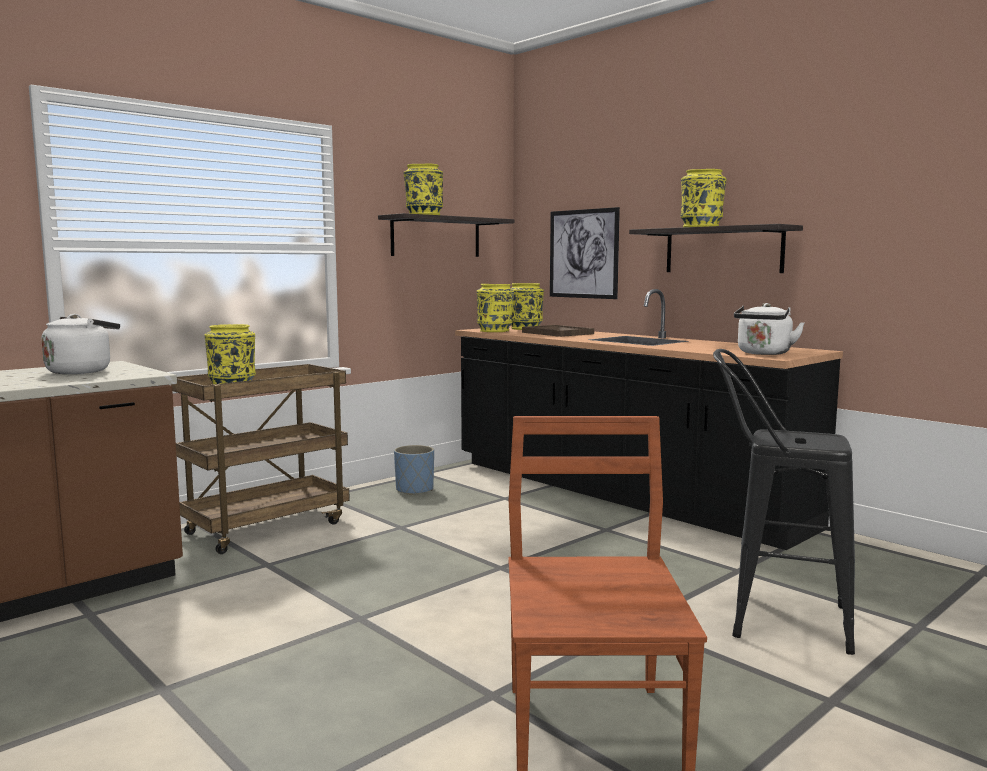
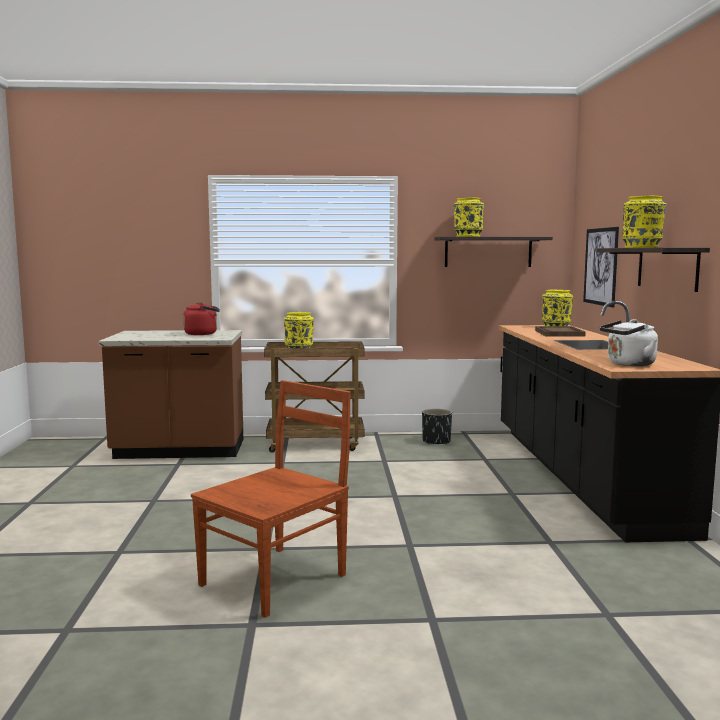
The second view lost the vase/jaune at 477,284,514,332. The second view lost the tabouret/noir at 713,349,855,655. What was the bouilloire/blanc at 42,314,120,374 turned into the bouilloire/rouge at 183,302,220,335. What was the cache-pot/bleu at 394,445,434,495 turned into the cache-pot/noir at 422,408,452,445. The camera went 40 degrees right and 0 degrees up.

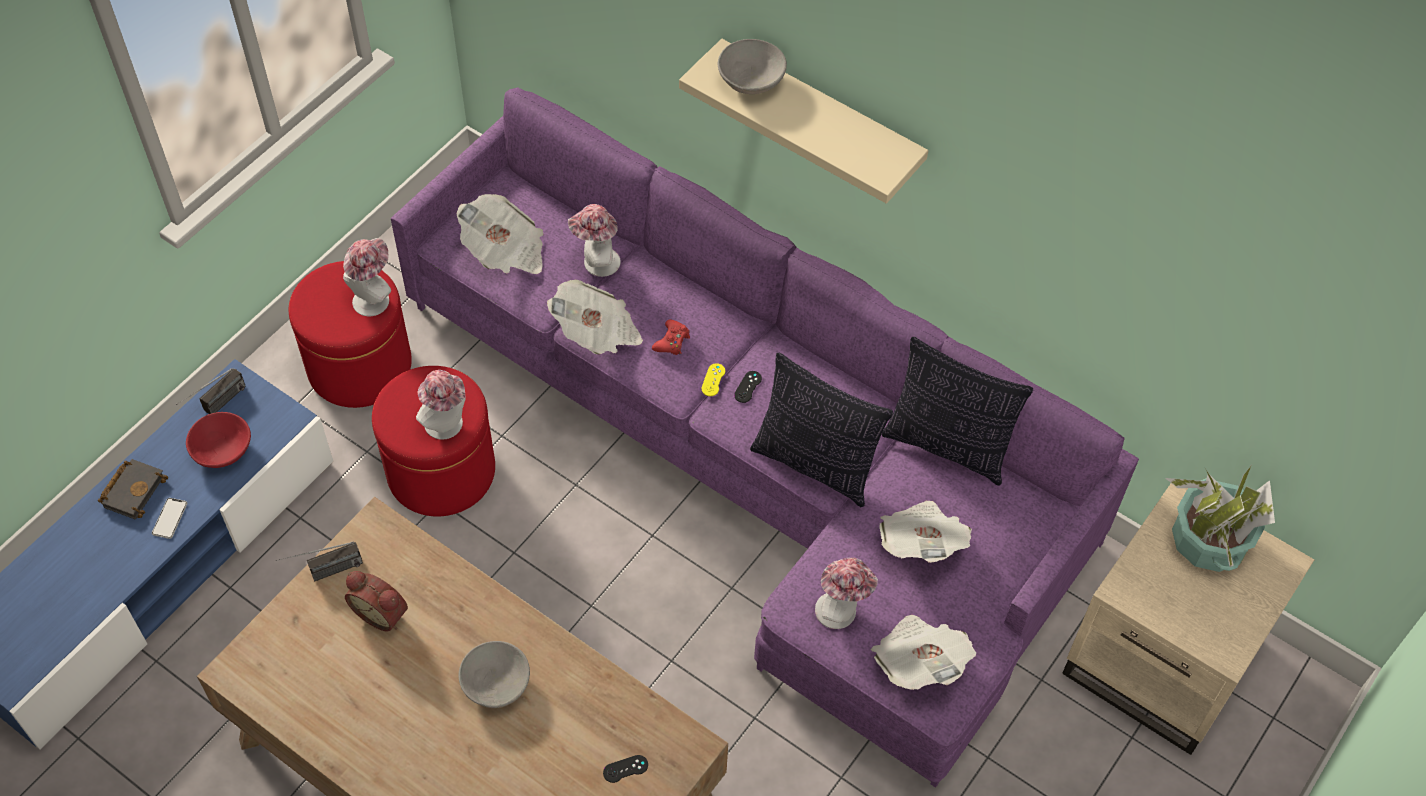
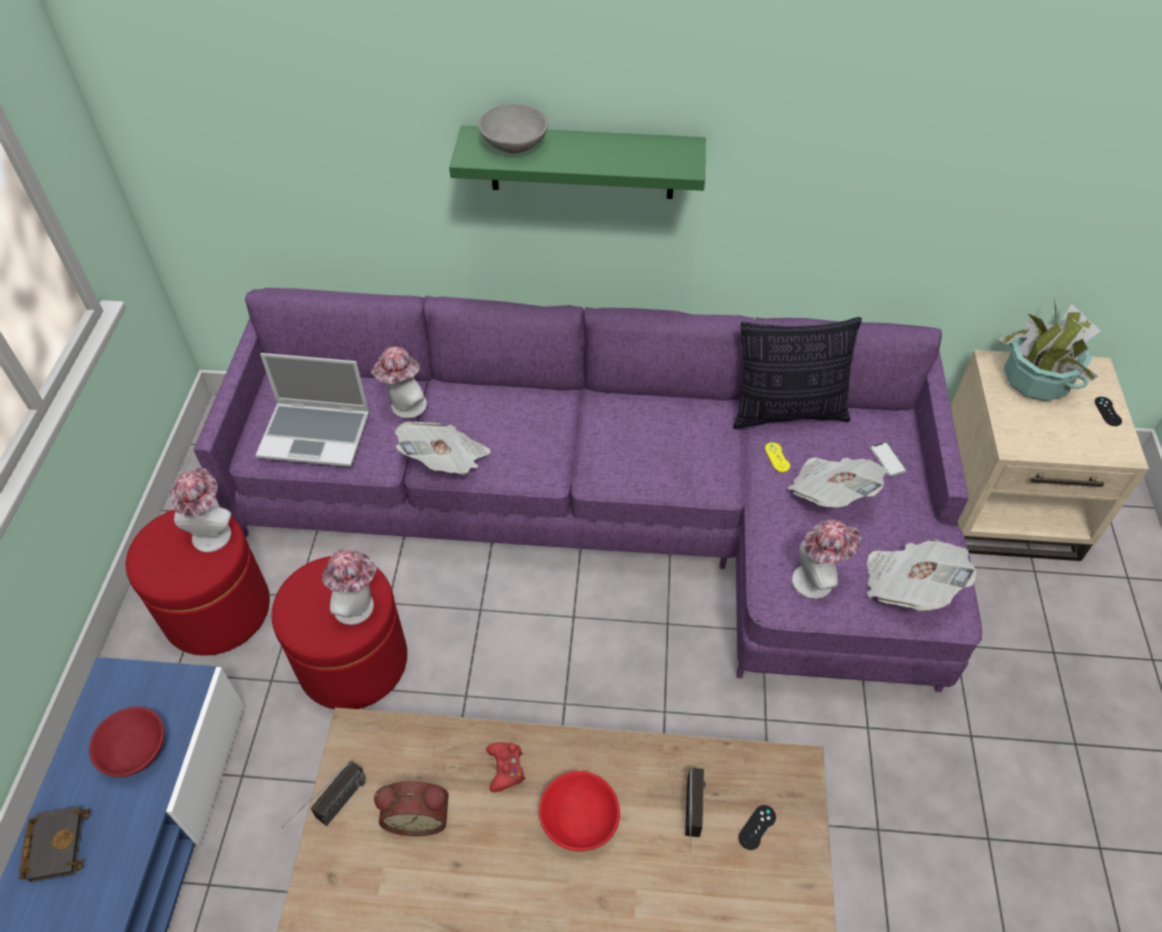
The second view lost the coussin at 750,352,893,508. The téléphone ended up elsewhere, having gone from 152,498,187,539 to 870,442,907,477. The radio ended up elsewhere, having gone from 176,368,245,414 to 685,768,706,852. The manette/rouge ended up elsewhere, having gone from 652,319,690,355 to 486,743,525,792. The manette/jaune ended up elsewhere, having gone from 701,363,725,396 to 765,442,790,472. The manette/noir ended up elsewhere, having gone from 734,371,762,403 to 1095,397,1122,426. Where the journal stood at 457,194,543,274, the ordinateur portable came to stand at 255,353,370,467. What was the bol/gris at 458,641,530,708 turned into the bol/rouge at 539,771,620,851. What was the étagère/beige at 679,39,928,204 turned into the étagère/vert at 449,126,706,199. The camera went 30 degrees left and 5 degrees down.

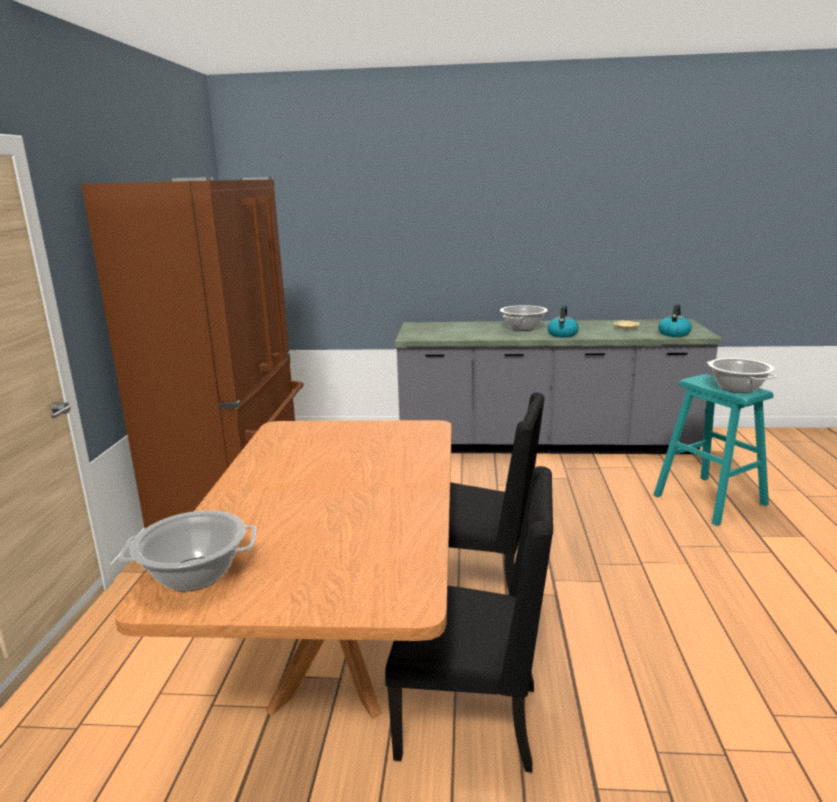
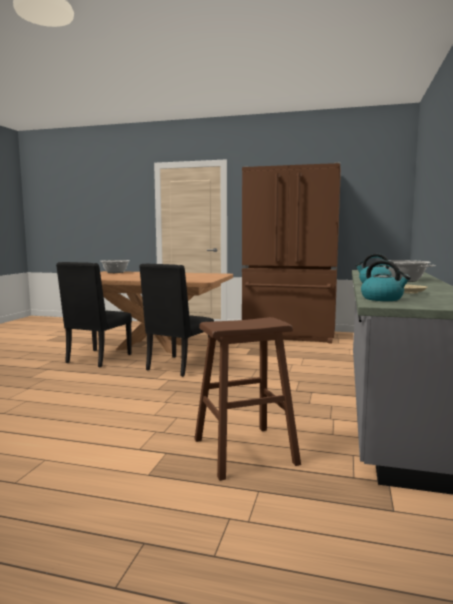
The second view lost the marmite at 707,358,777,393. What was the tabouret/turquoise at 653,374,774,526 turned into the tabouret/marron at 195,317,301,481. The camera went 100 degrees right and 10 degrees down.

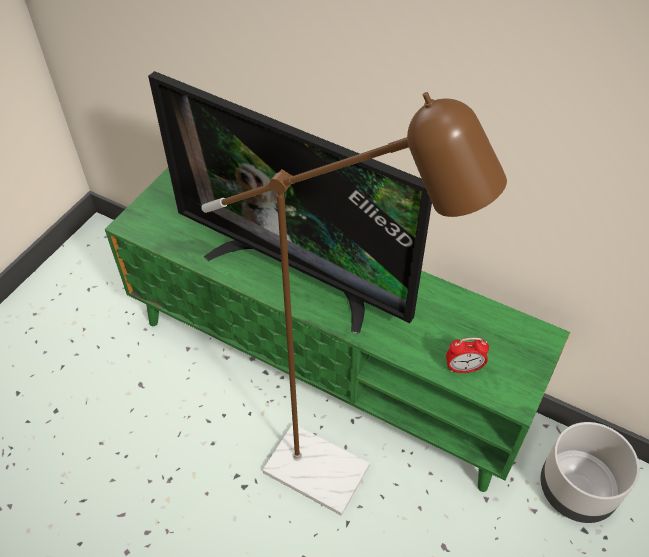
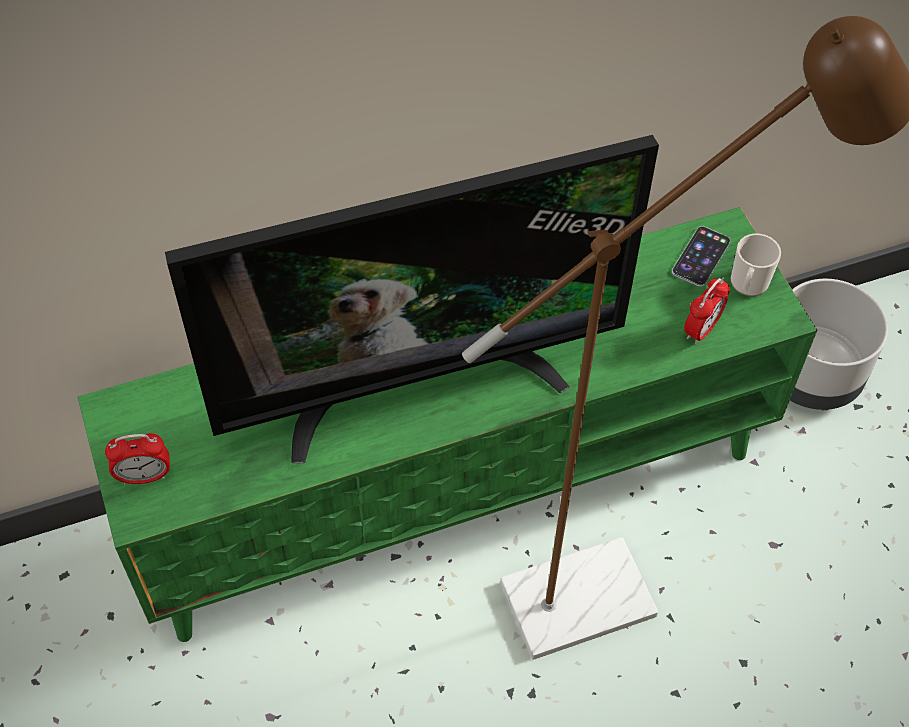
The second view gained the réveil at 105,433,170,485. The second view gained the téléphone at 672,226,730,287. The second view gained the mug at 731,233,781,296. The camera went 50 degrees left and 5 degrees up.

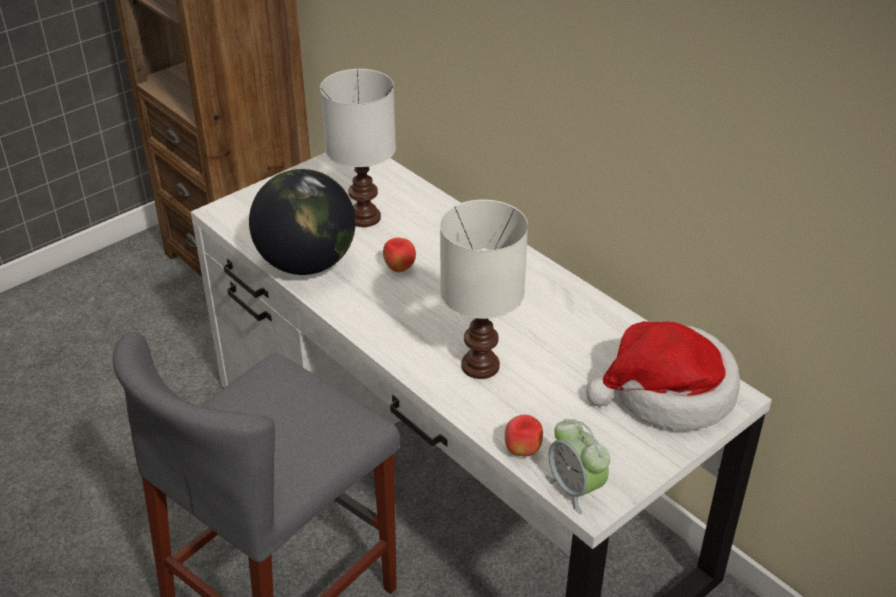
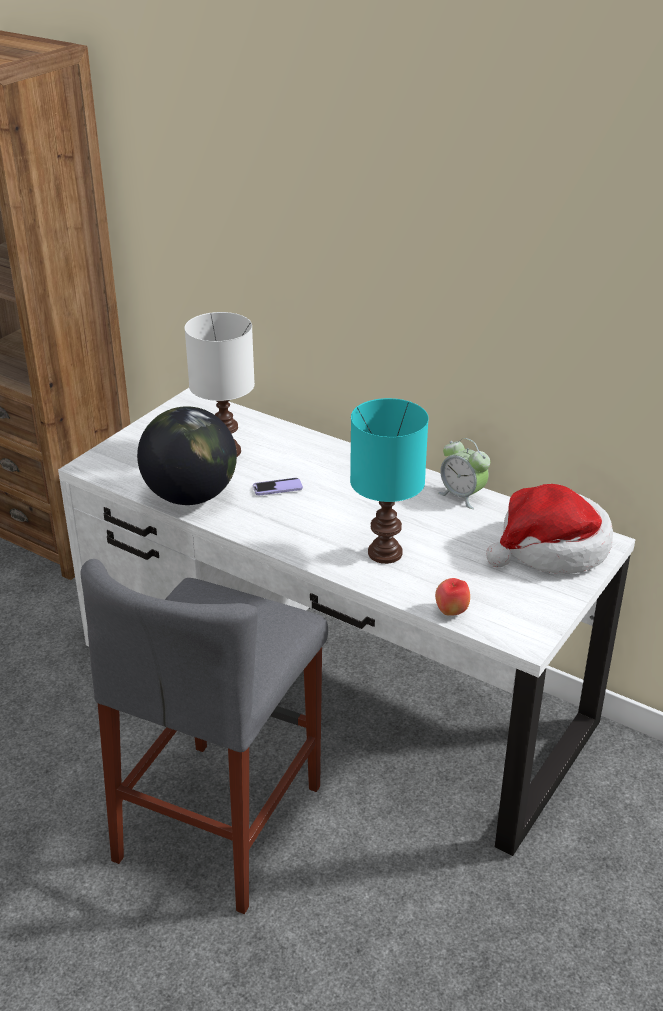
The réveil ended up elsewhere, having gone from 545,419,610,514 to 438,438,490,509. Where the pomme stood at 383,237,416,272, the téléphone came to stand at 253,478,303,495. What was the lampe de table/blanc at 440,200,528,379 turned into the lampe de table/turquoise at 350,398,429,564. The camera went 15 degrees left and 5 degrees down.

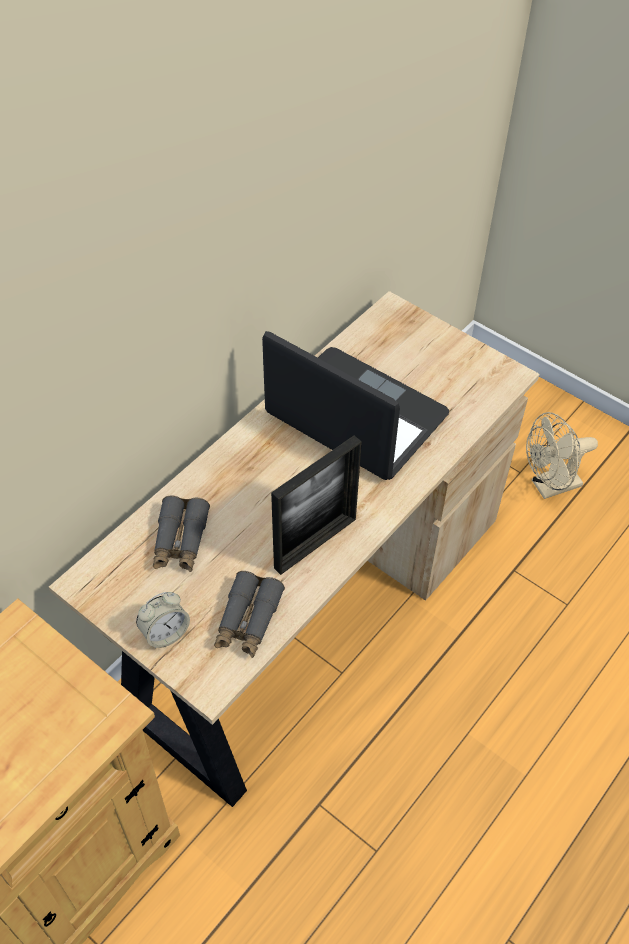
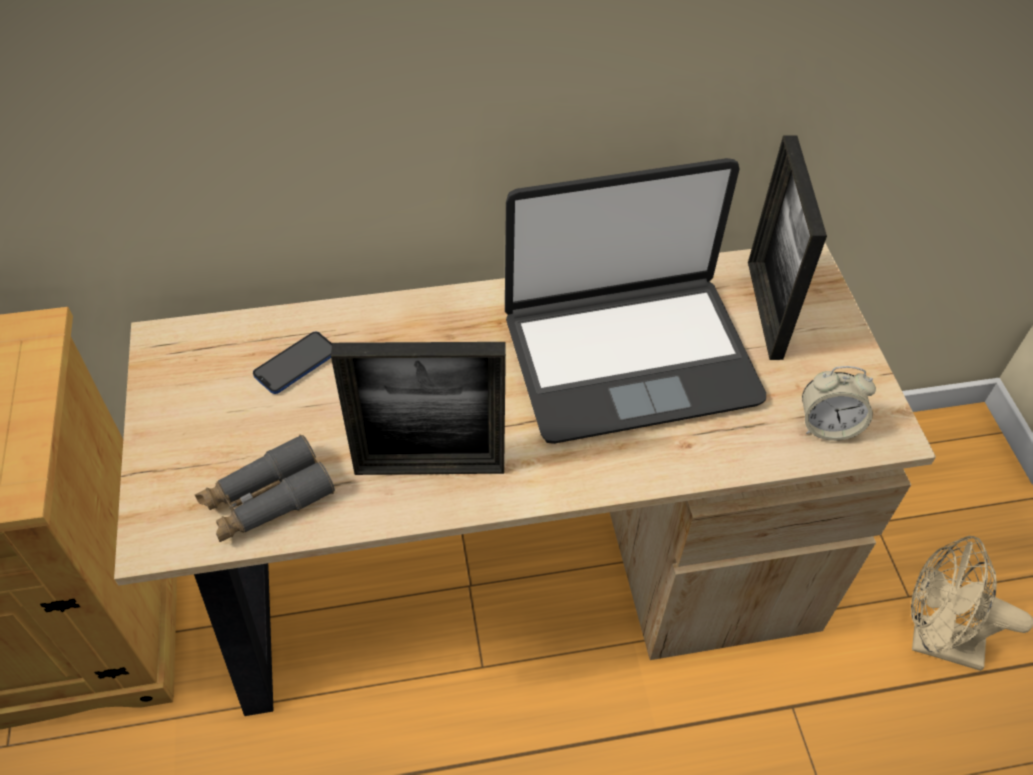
The second view gained the cadre photo at 748,136,827,360. The réveil ended up elsewhere, having gone from 136,592,190,649 to 802,366,876,441. Where the jumelles/gris stood at 153,495,210,572, the téléphone came to stand at 253,332,332,394. The ordinateur portable at 262,331,449,480 ended up facing another way, 90 degrees clockwise from before. The camera went 40 degrees right and 0 degrees up.

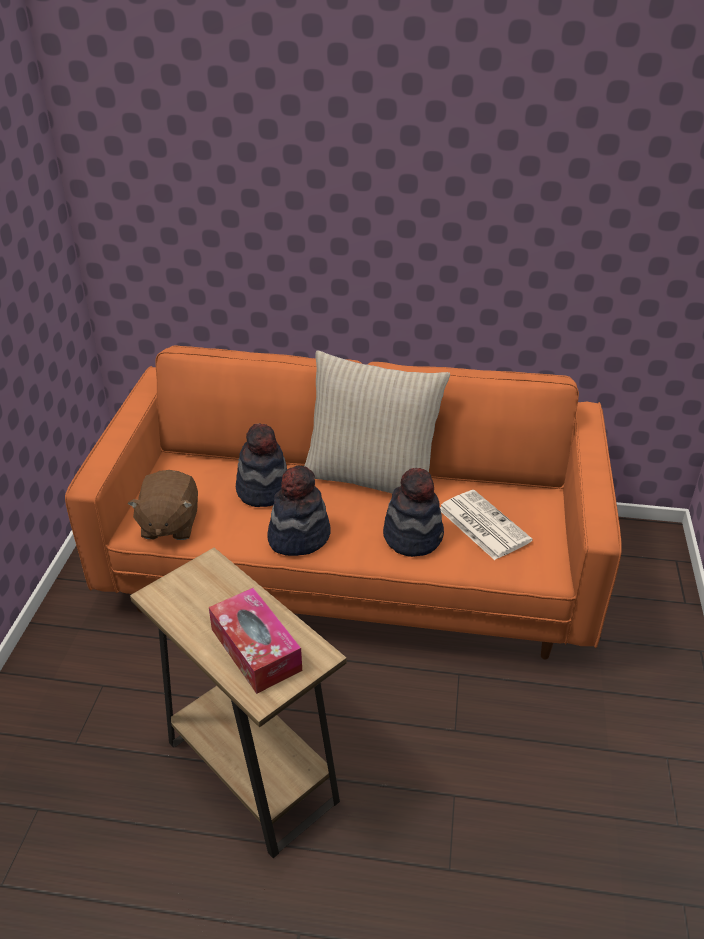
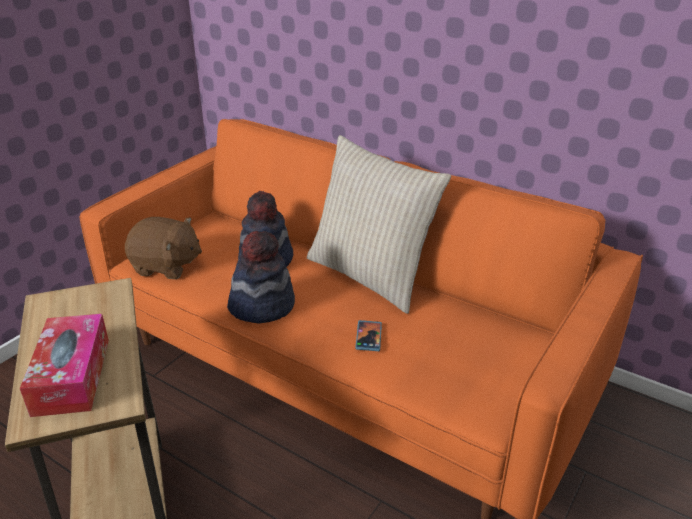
The second view lost the journal at 440,490,533,560. Where the chapeau stood at 383,468,444,557, the téléphone came to stand at 355,320,382,351. The peluche/marron at 128,470,198,540 ended up facing another way, 105 degrees counterclockwise from before. The camera went 25 degrees right and 5 degrees down.

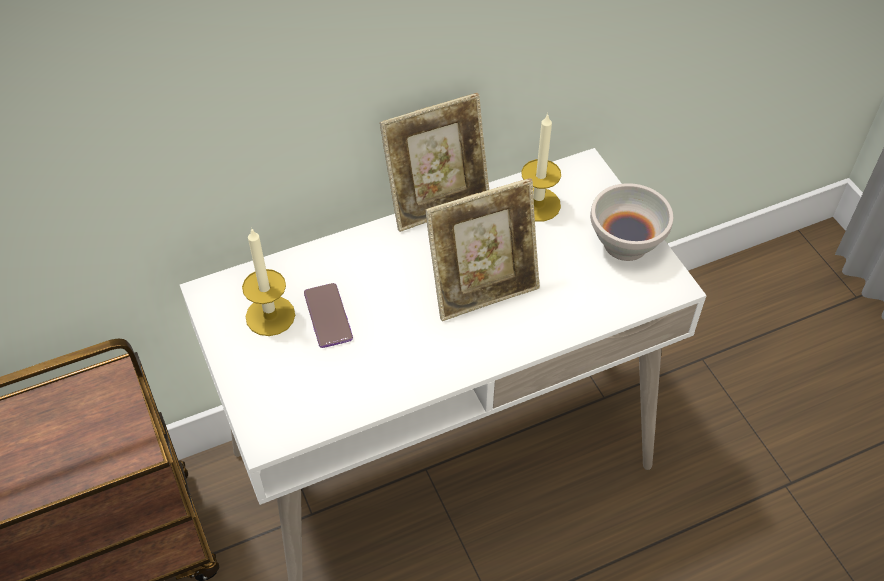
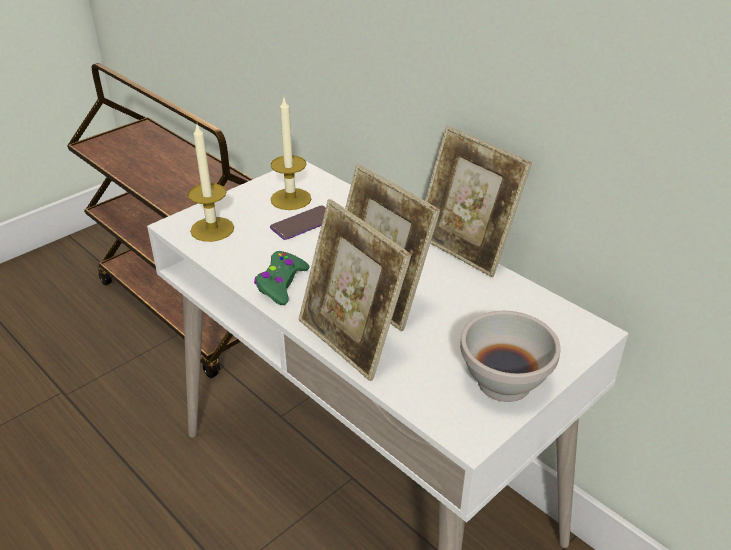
The second view gained the manette/vert at 254,251,309,305. The second view gained the cadre photo at 299,199,412,381. The bougie ended up elsewhere, having gone from 521,113,561,222 to 188,124,234,242. The camera went 70 degrees right and 15 degrees down.

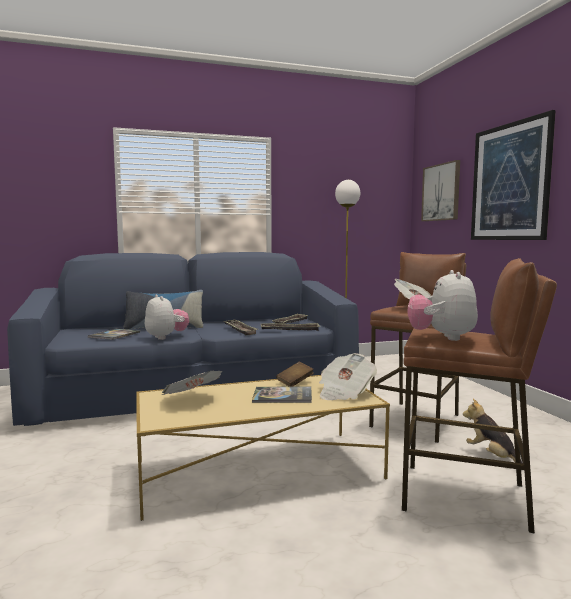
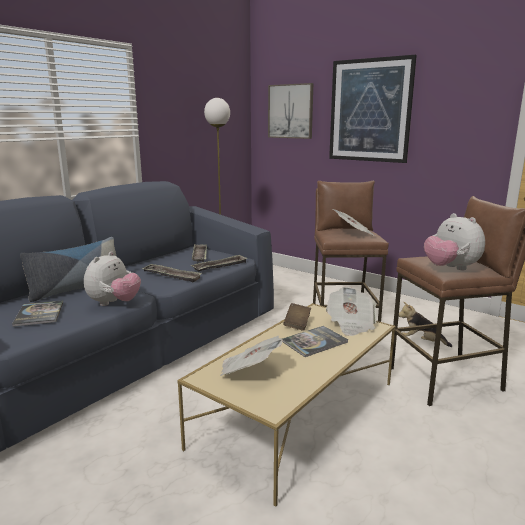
The peluche at 145,294,189,340 ended up facing another way, 90 degrees clockwise from before. The camera went 35 degrees left and 10 degrees up.

